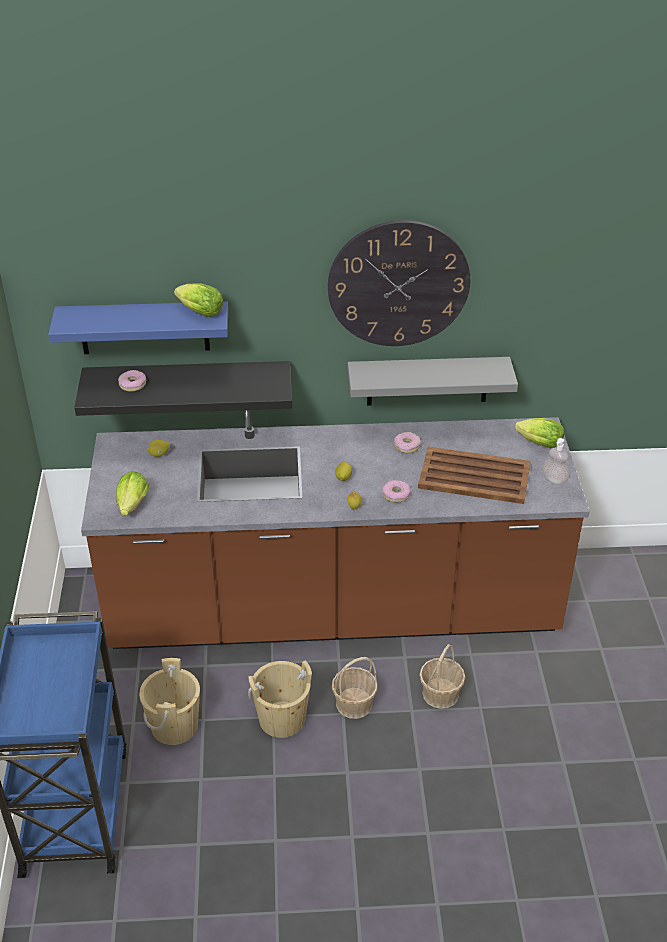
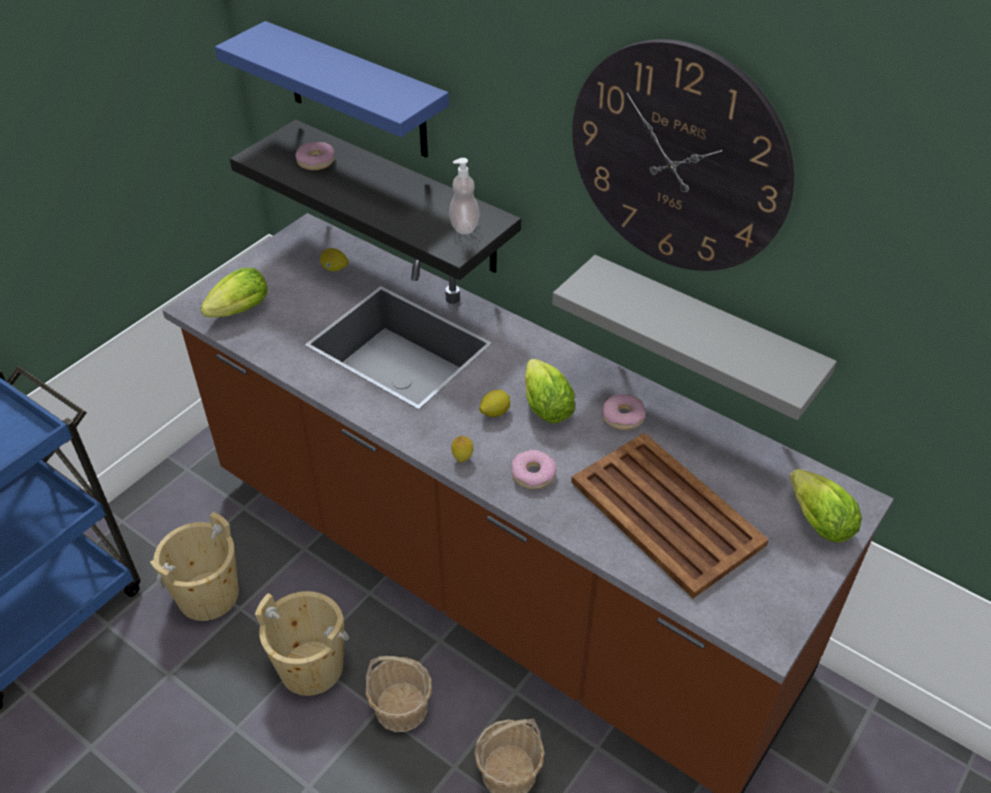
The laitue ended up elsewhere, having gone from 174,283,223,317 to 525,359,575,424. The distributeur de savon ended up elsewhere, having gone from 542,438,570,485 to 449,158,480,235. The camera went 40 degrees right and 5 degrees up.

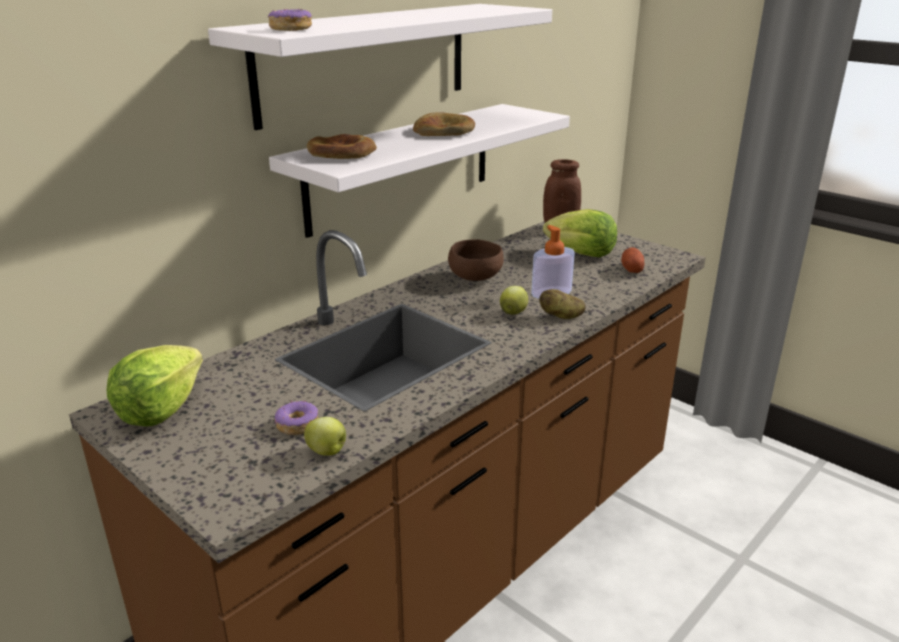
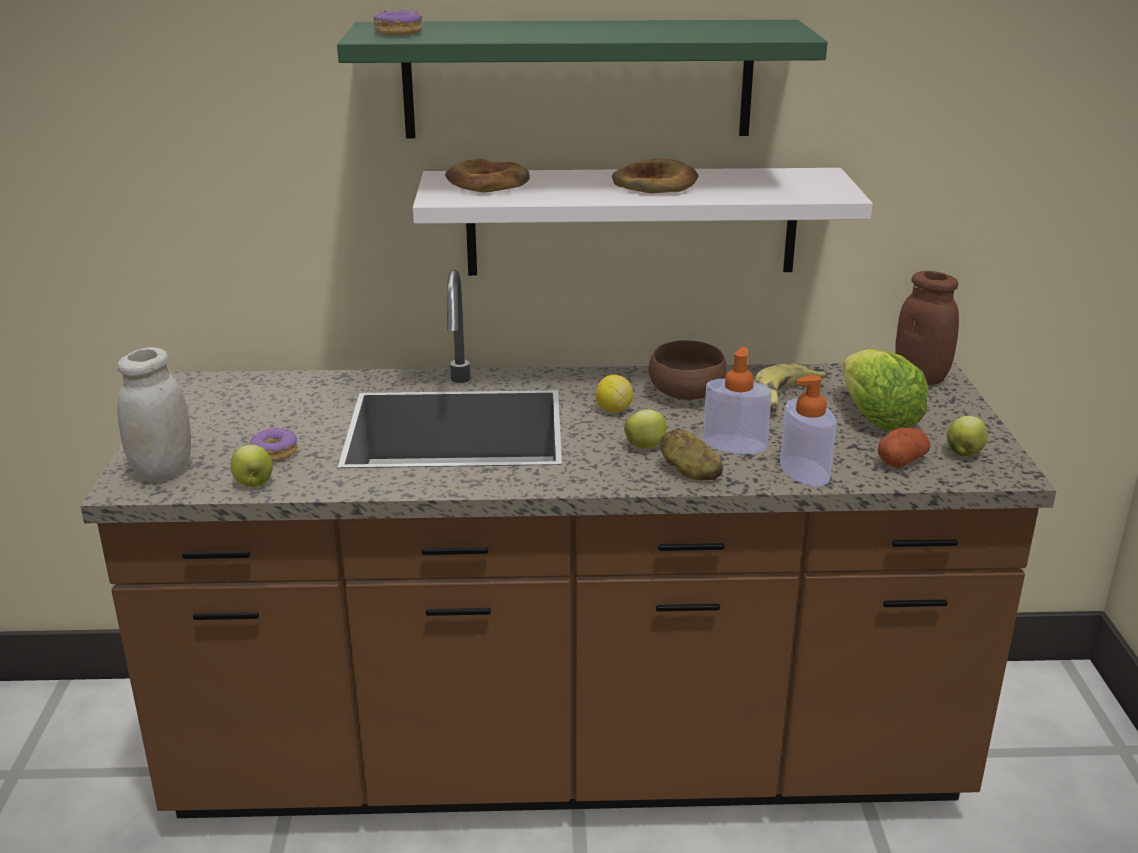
The second view lost the laitue at 106,345,203,427. The second view gained the bocal/blanc at 117,347,191,482. The second view gained the citron at 596,375,633,413. The second view gained the banane at 755,363,826,413. The second view gained the distributeur de savon at 780,375,837,487. The second view gained the pomme at 947,416,988,456. What was the étagère/blanc at 208,4,552,130 turned into the étagère/vert at 337,20,828,138. The camera went 45 degrees right and 0 degrees up.

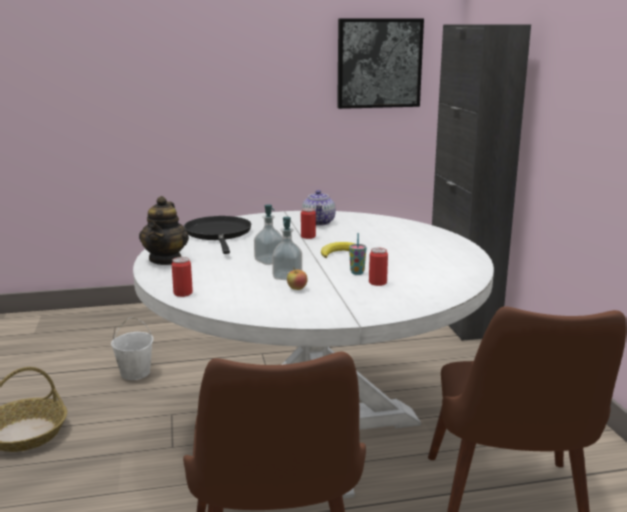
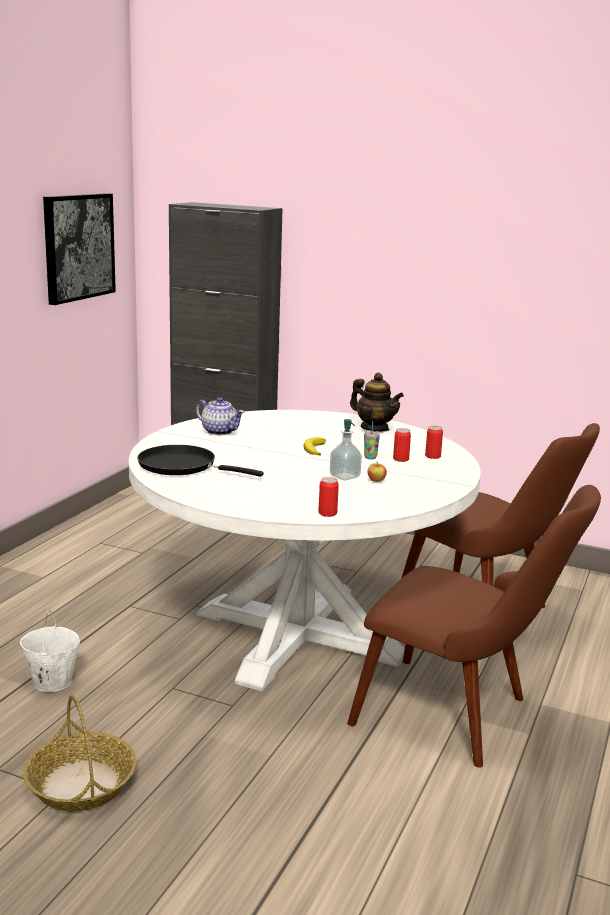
The second view lost the distributeur de savon at 254,204,283,265. The théière ended up elsewhere, having gone from 139,196,189,265 to 350,373,404,432. The boîte métallique ended up elsewhere, having gone from 301,208,316,239 to 425,426,443,459. The camera went 55 degrees left and 0 degrees up.

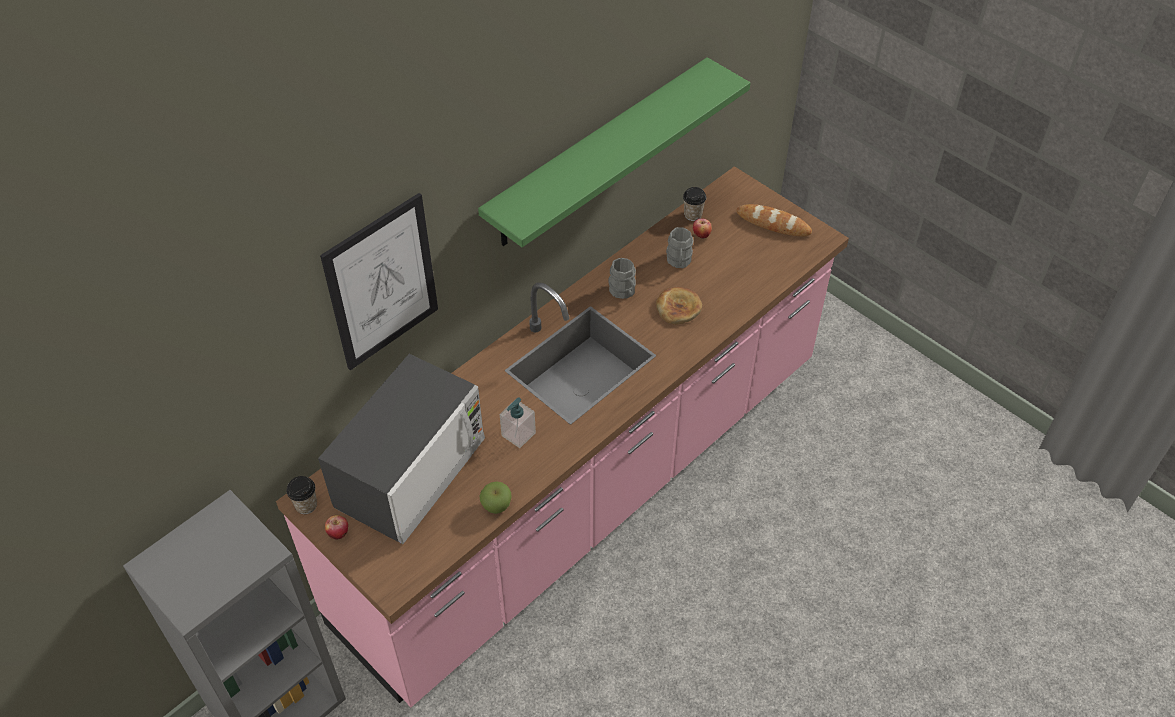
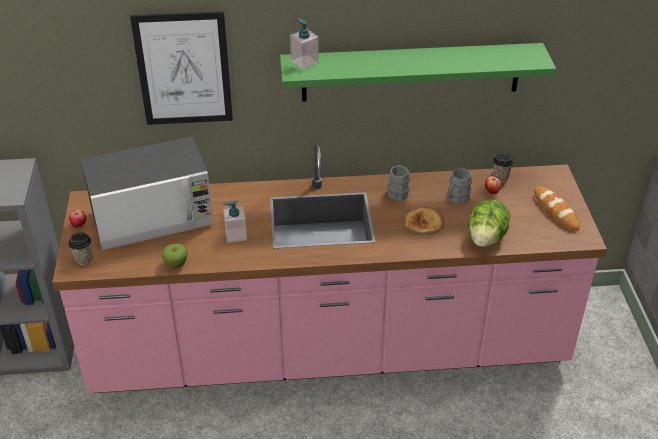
The second view gained the distributeur de savon at 290,18,319,70. The second view gained the laitue at 468,200,510,247. The tasse ended up elsewhere, having gone from 286,476,317,514 to 68,233,93,265. The camera went 40 degrees right and 10 degrees down.

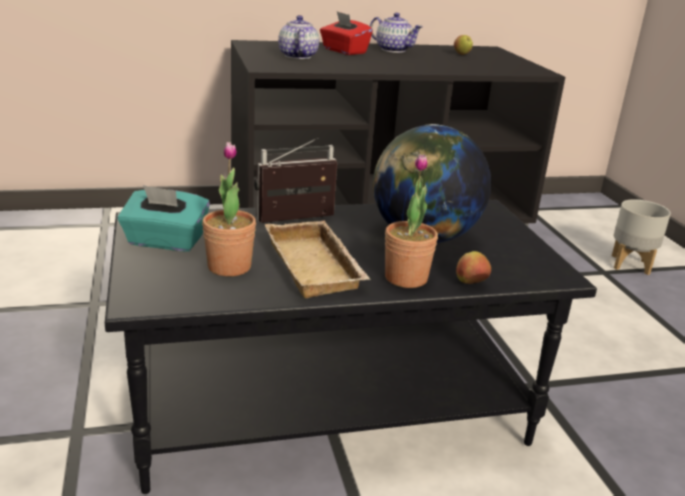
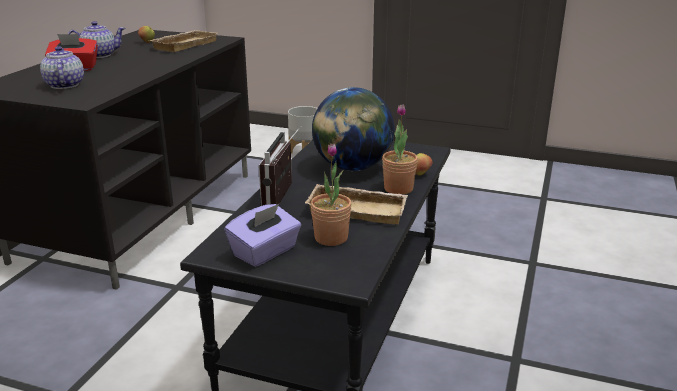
The second view gained the plateau/beige at 149,30,217,52. What was the boîte à mouchoirs/turquoise at 118,185,210,252 turned into the boîte à mouchoirs/violet at 224,204,301,267. The théière at 278,15,319,59 ended up facing another way, 45 degrees clockwise from before. The camera went 55 degrees left and 0 degrees up.

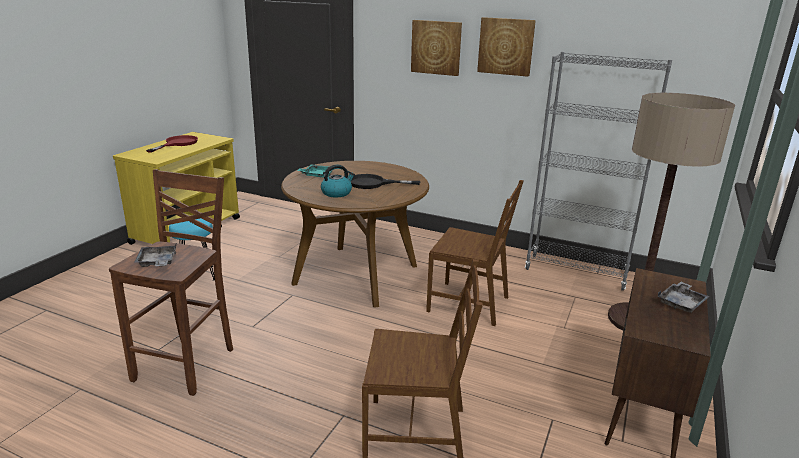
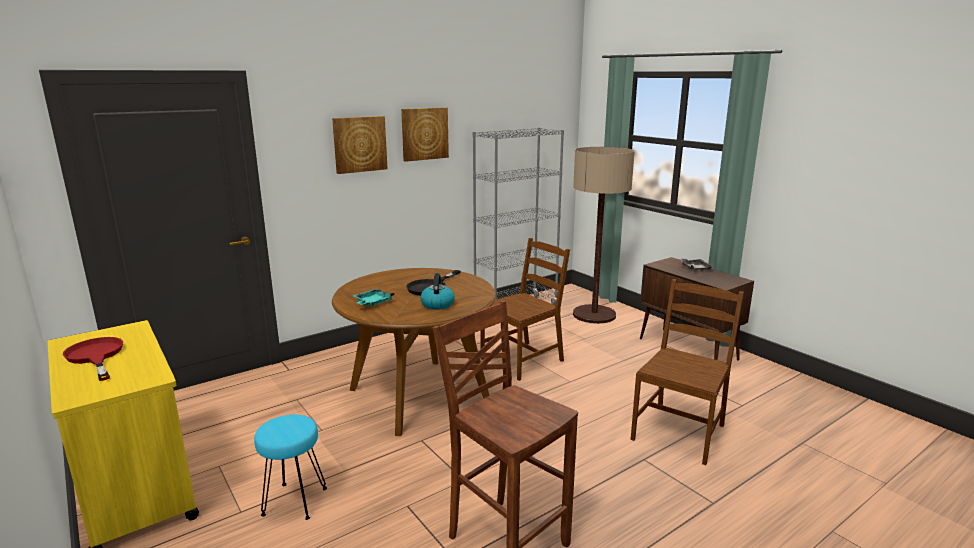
The second view lost the plateau/gris at 135,244,176,267. The camera went 60 degrees left and 5 degrees down.

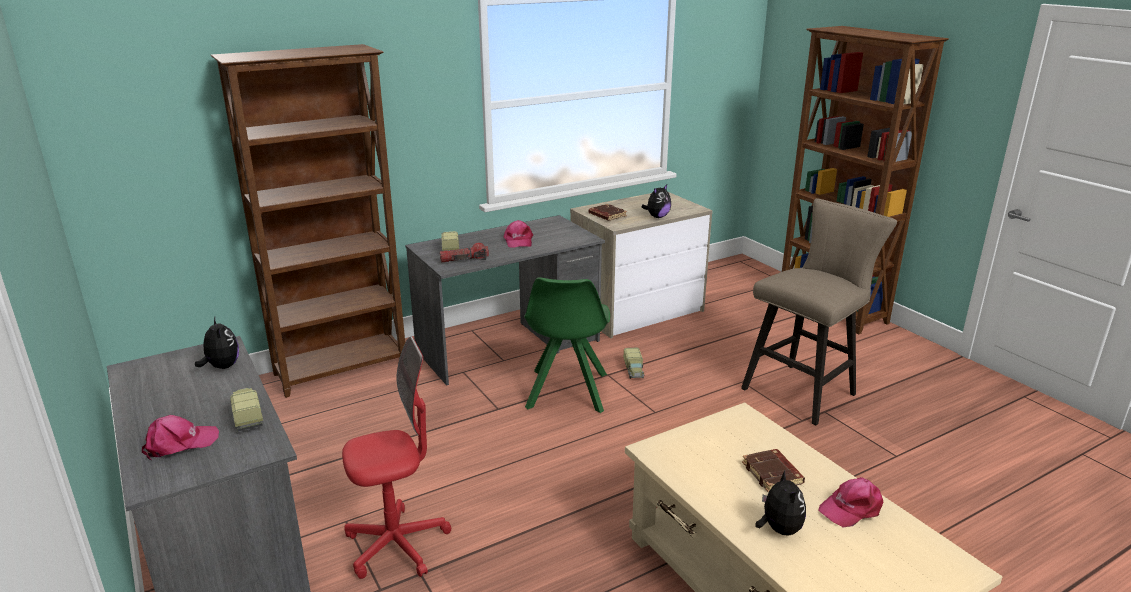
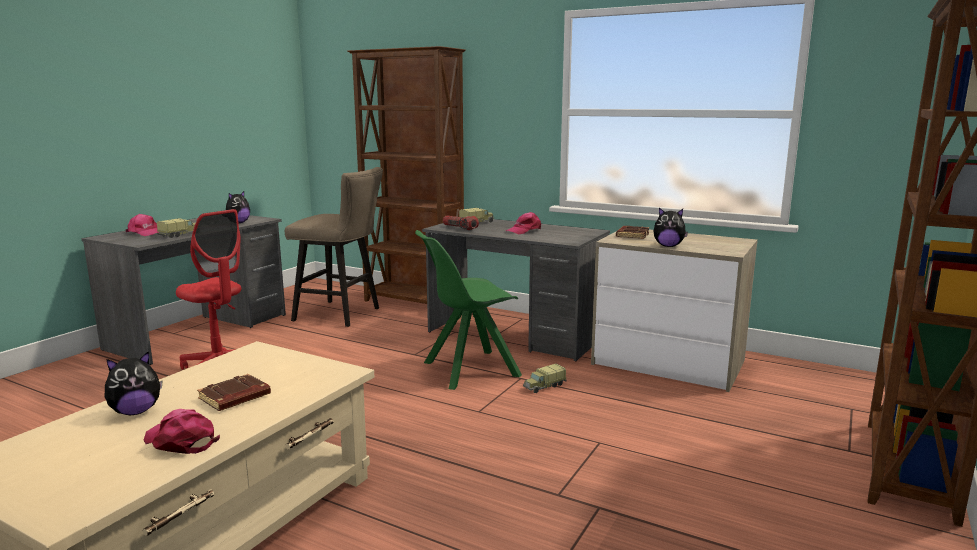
The tabouret/beige ended up elsewhere, having gone from 741,198,897,425 to 285,167,383,327. The camera went 60 degrees right and 10 degrees down.

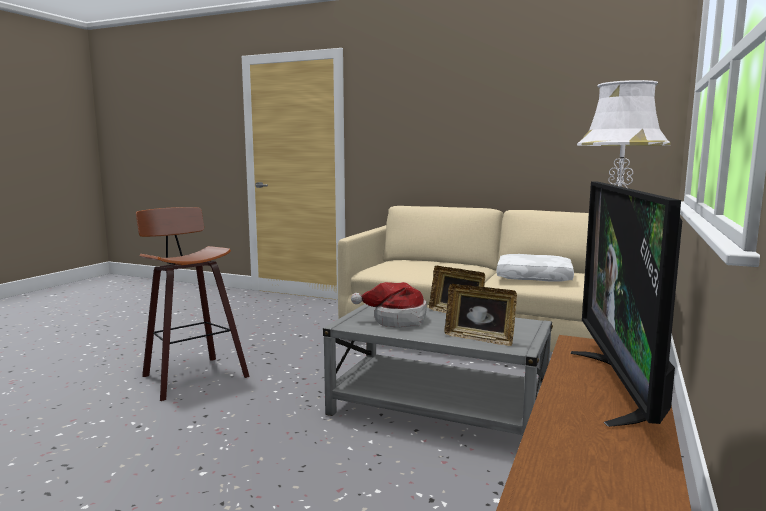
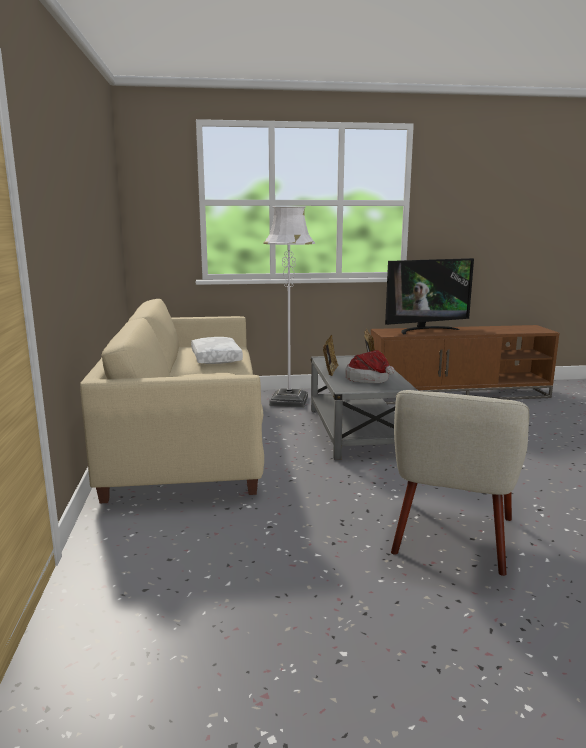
Where the tabouret stood at 136,207,250,401, the fauteuil/beige came to stand at 391,390,529,576. The camera went 120 degrees left and 5 degrees up.

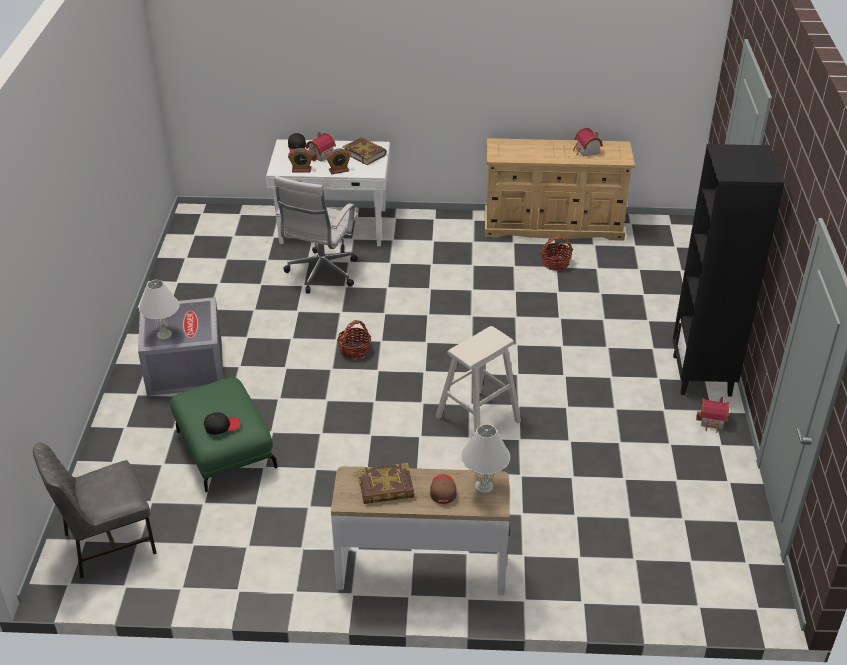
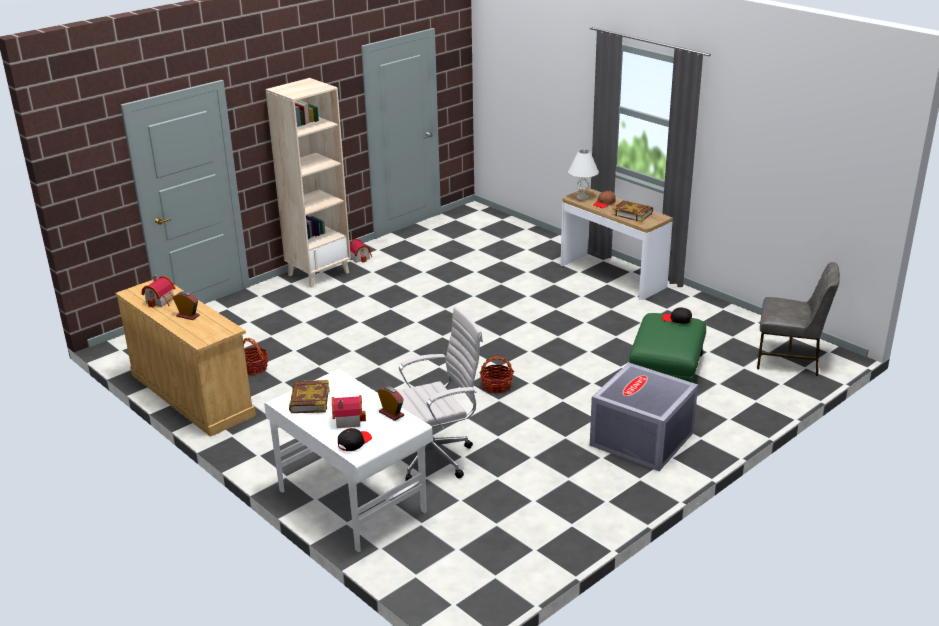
The second view lost the lampe de table/blanc at 139,280,179,340. The second view lost the tabouret/beige at 435,326,521,433. The réveil ended up elsewhere, having gone from 326,148,351,174 to 173,291,200,320. What was the bibliothèque/noir at 673,144,785,396 turned into the bibliothèque/beige at 265,78,351,288. The camera went 135 degrees left and 10 degrees down.

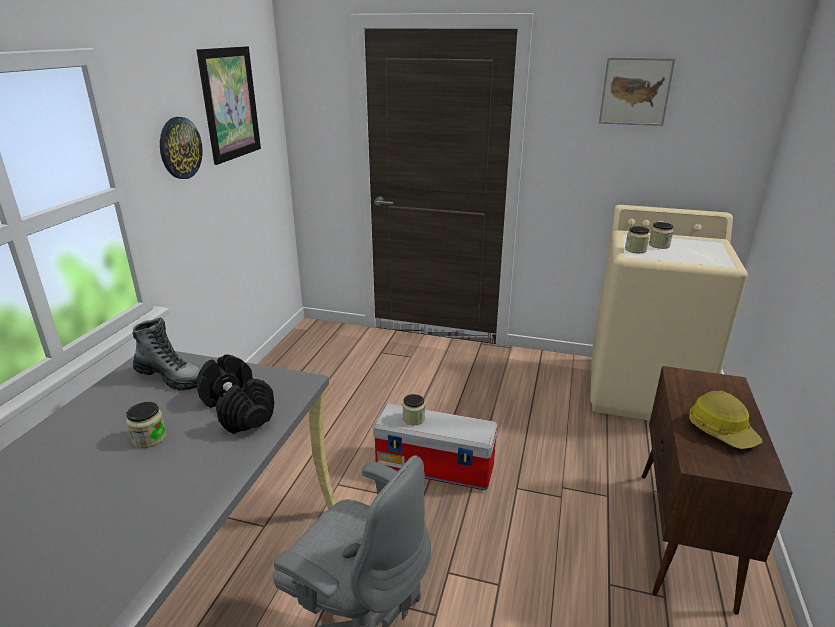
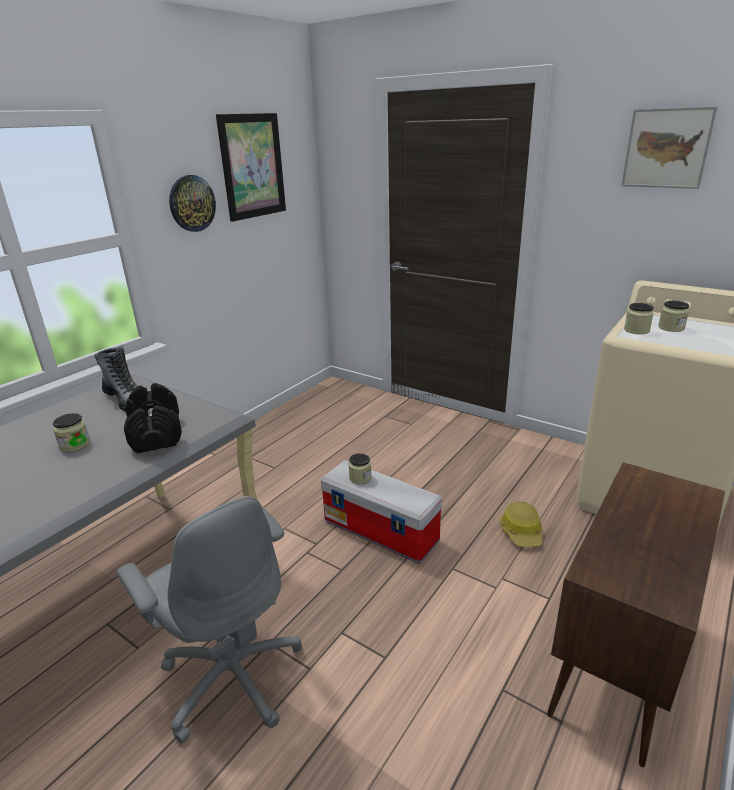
The casque de chantier ended up elsewhere, having gone from 689,391,762,449 to 499,501,542,547. The camera went 20 degrees right and 0 degrees up.

